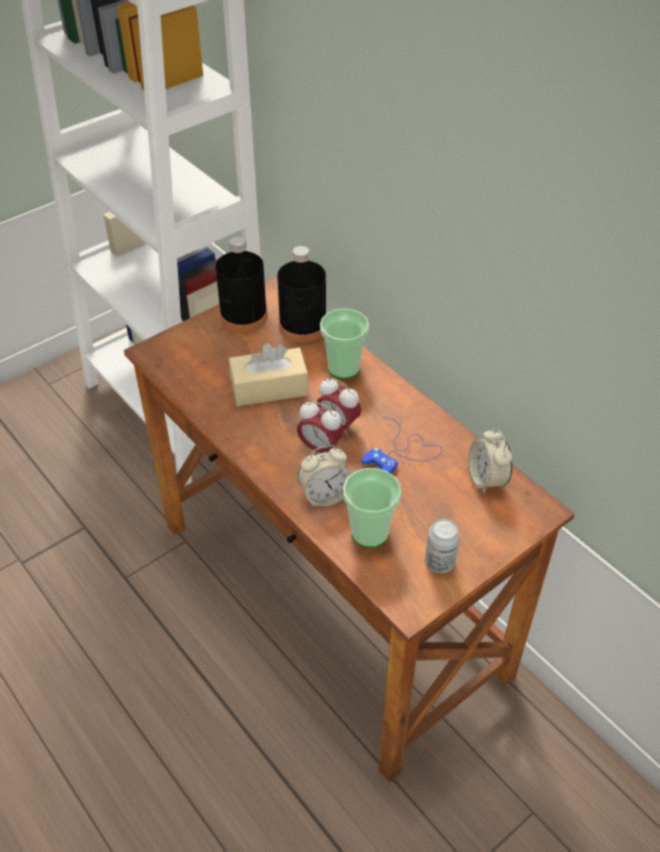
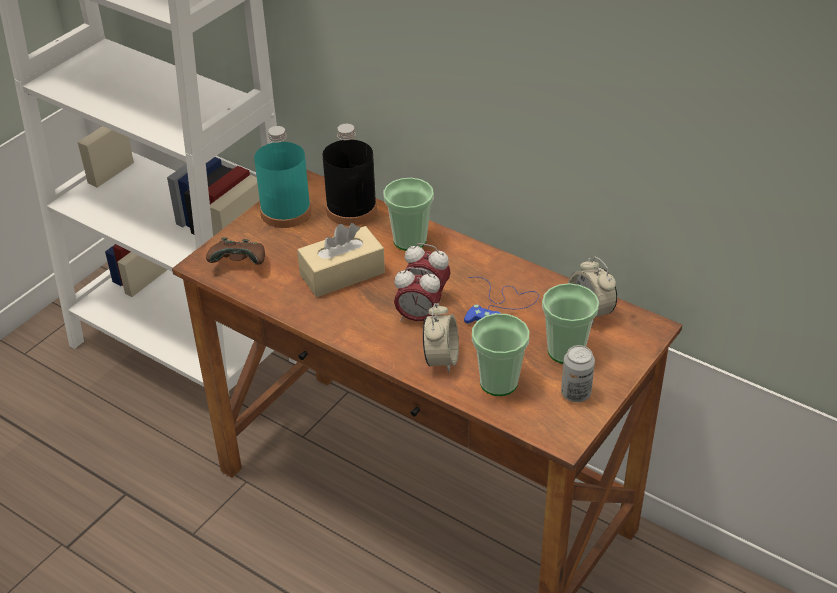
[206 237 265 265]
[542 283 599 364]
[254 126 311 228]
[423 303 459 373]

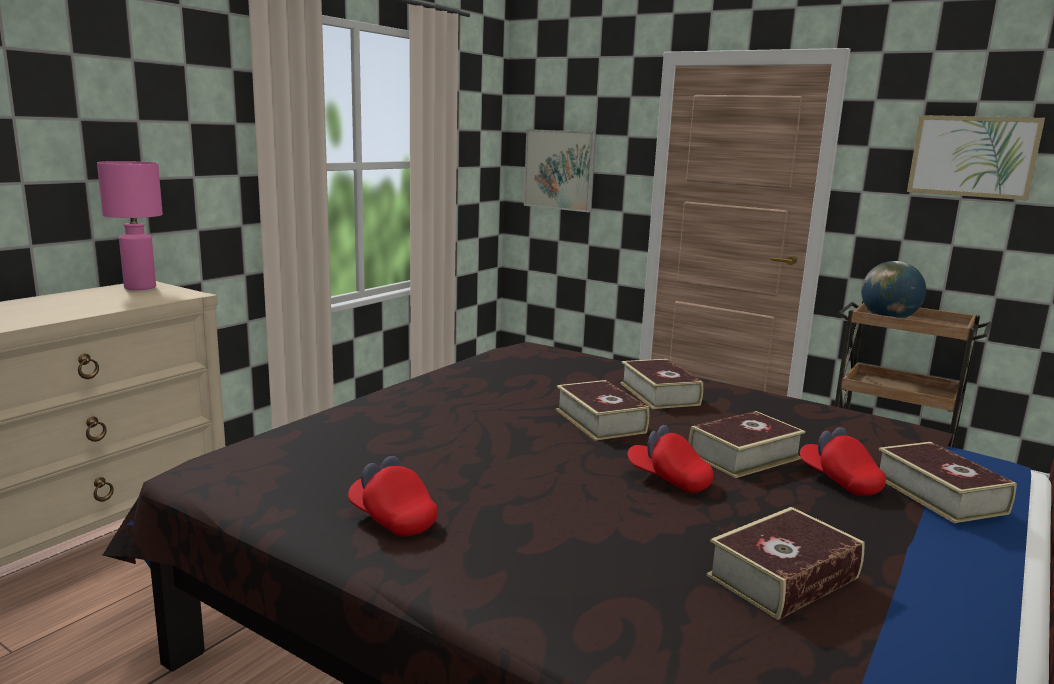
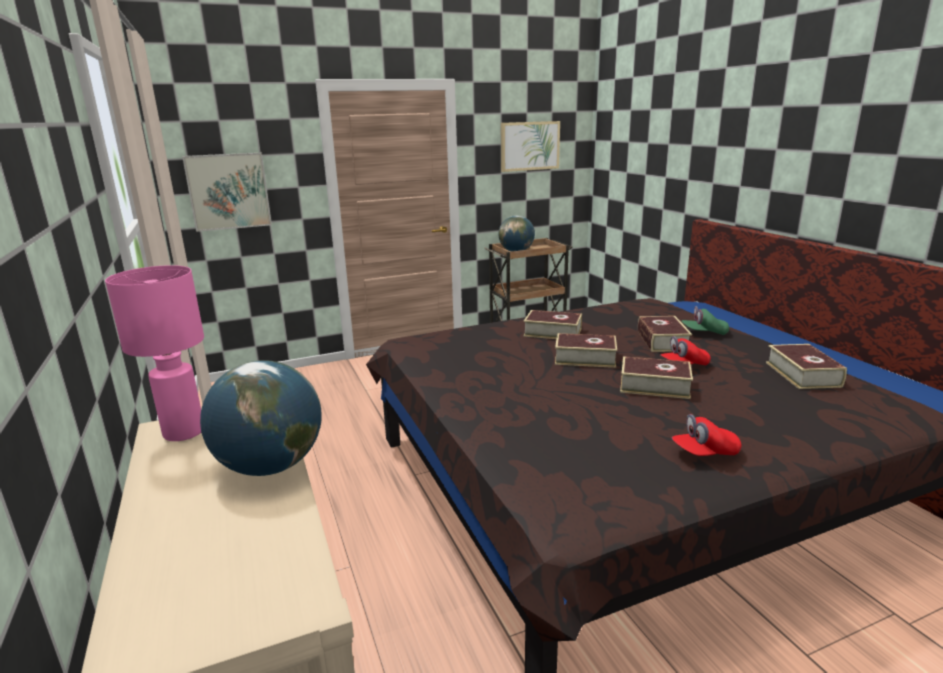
[200 360 321 476]
[620 356 693 399]
[682 306 729 335]

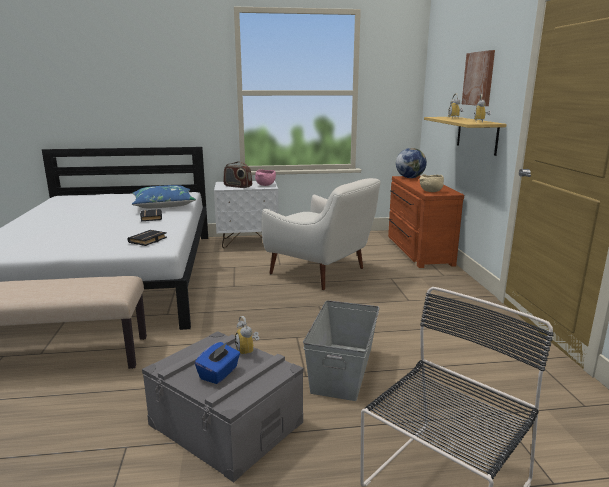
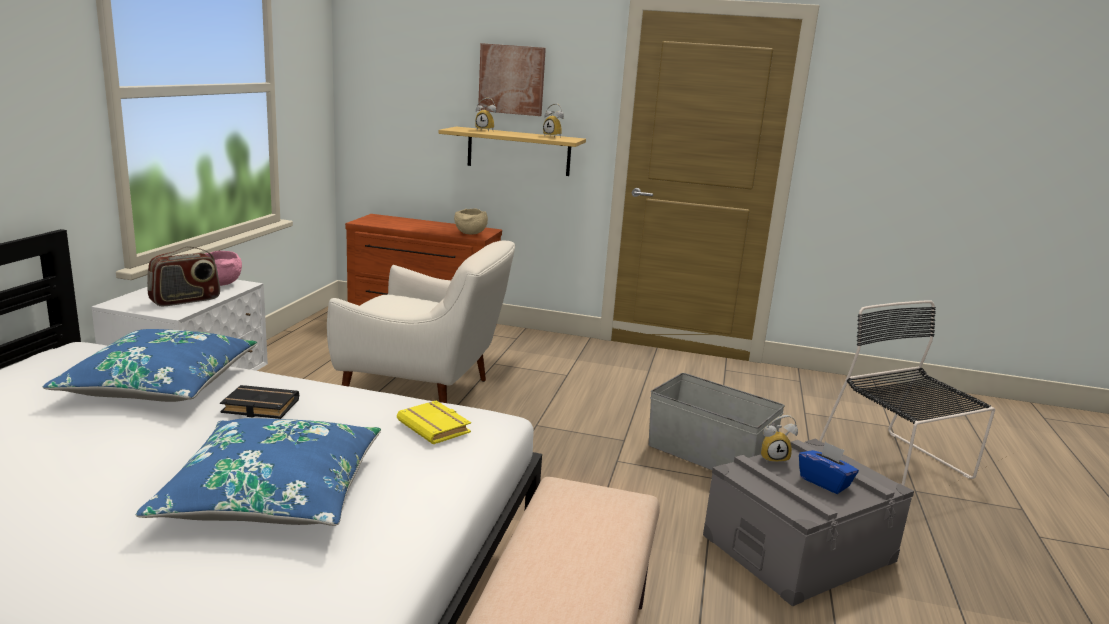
[396 148 427 178] (first image)
[135 418 381 526]
[397 401 471 444]
[327 241 515 403]

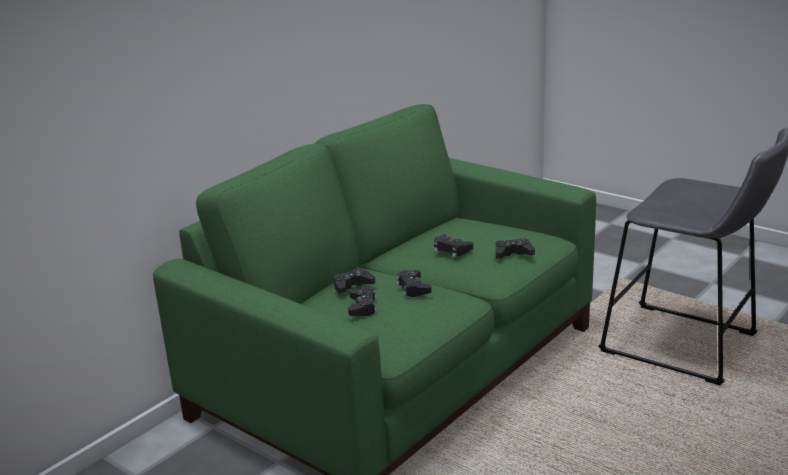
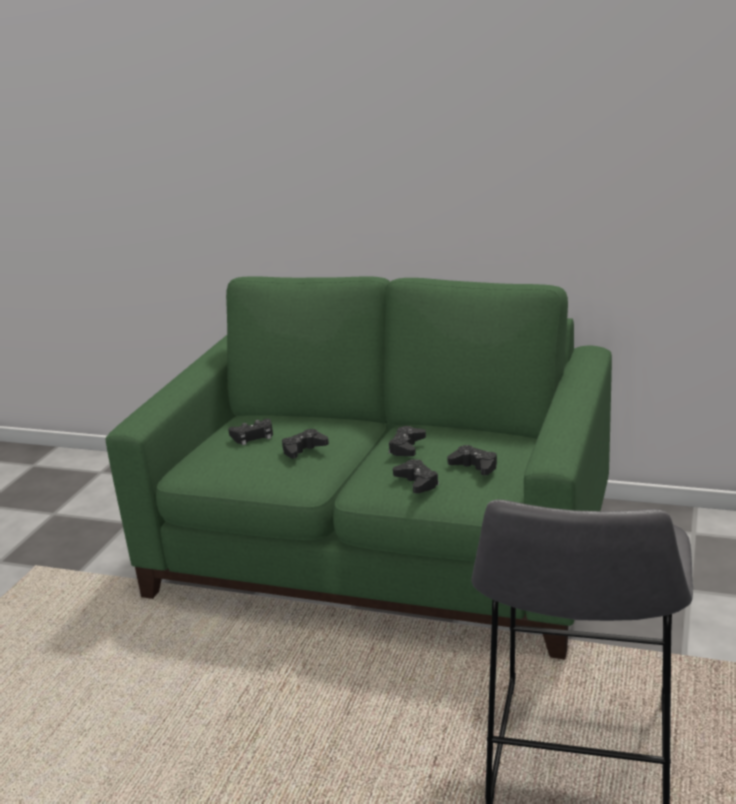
[447 445 497 475]

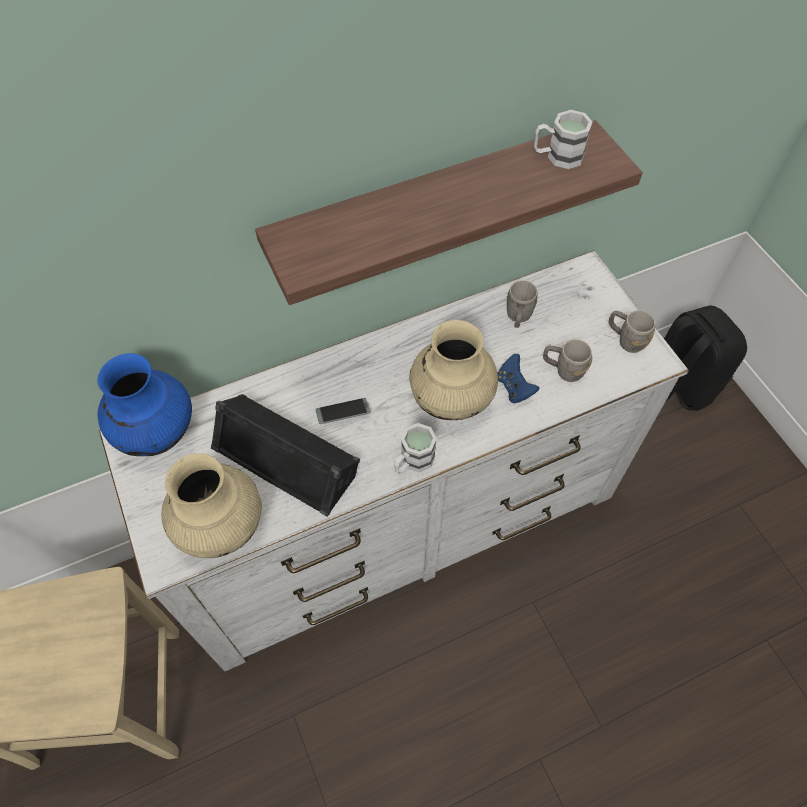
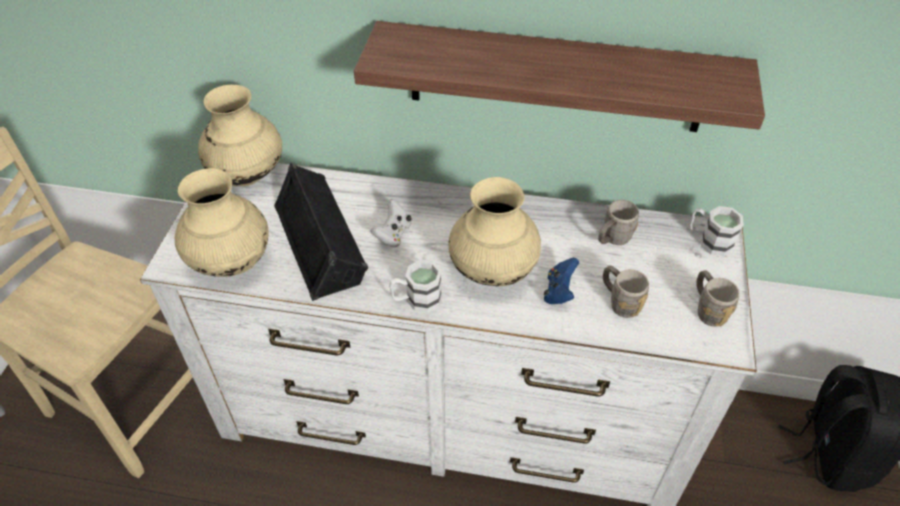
[690 206 744 256]
[371 199 412 247]
[198 85 282 186]

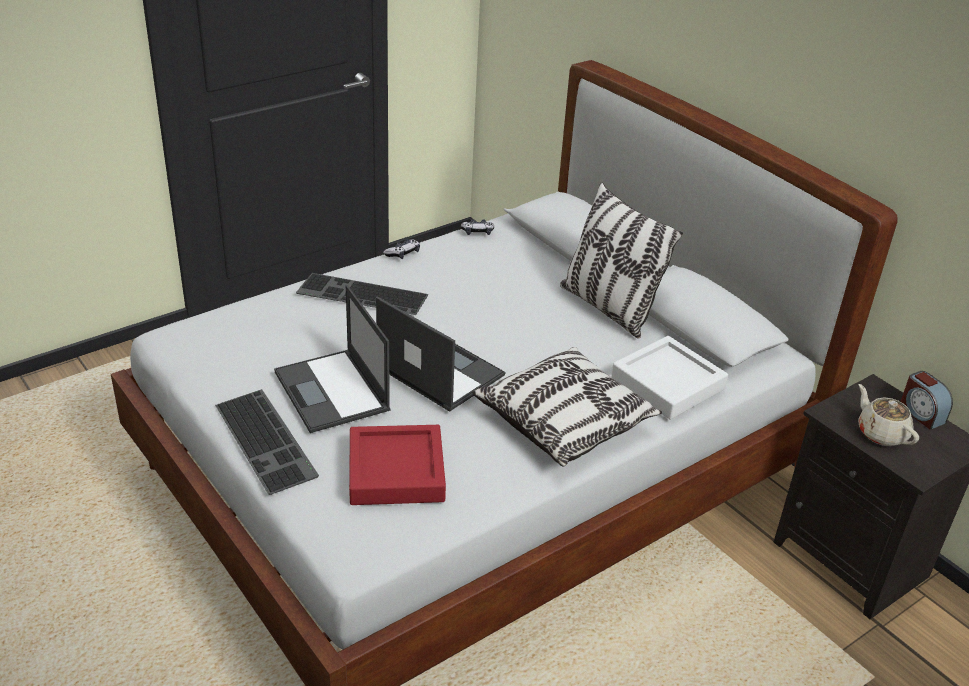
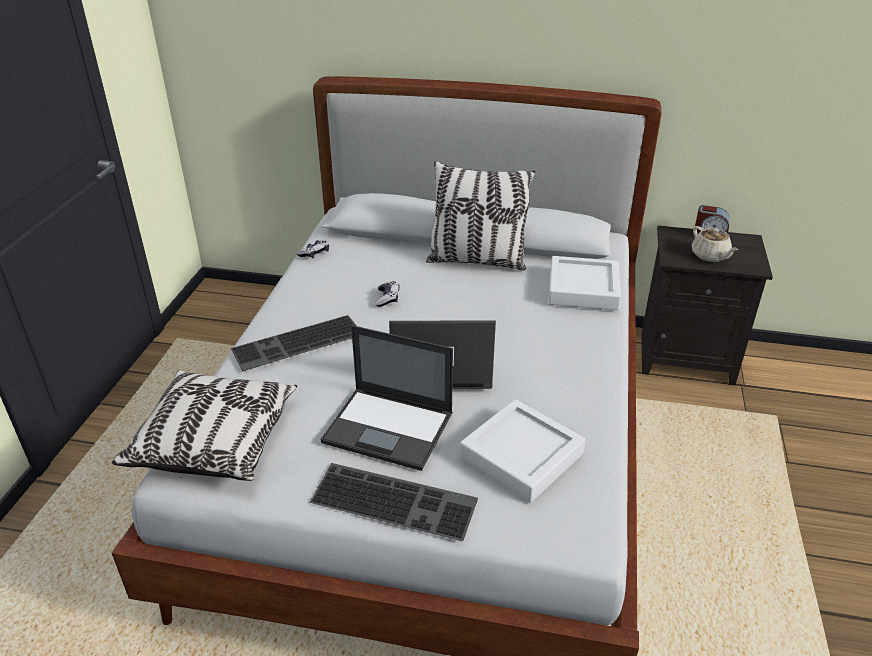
[375 281 400 307]
[112 370 297 481]
[460 399 585 503]
[692 226 738 262]

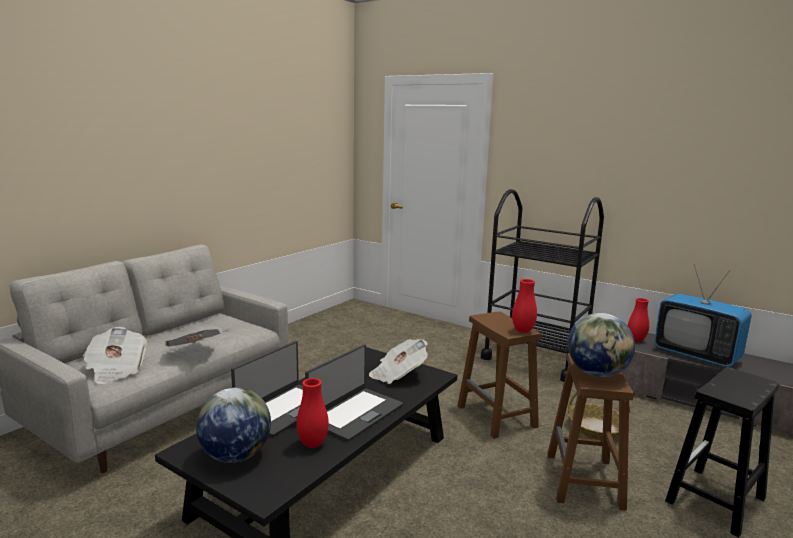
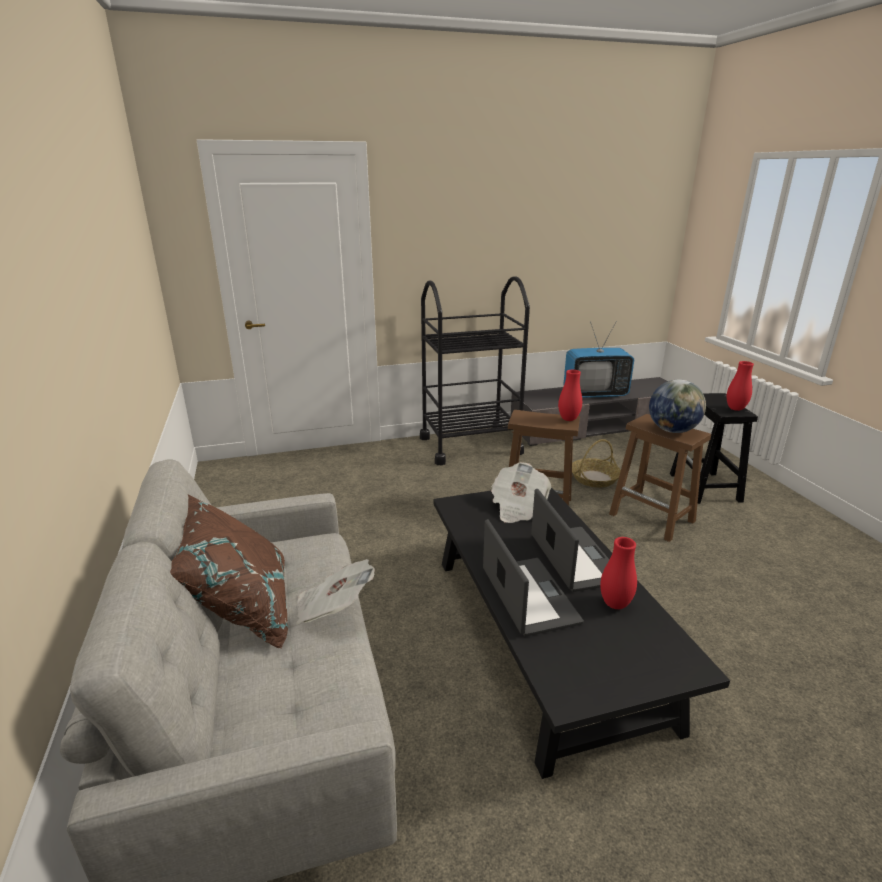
[83 327 148 384] (first image)
[196 387 271 463] (first image)
[170 495 288 649]
[727 361 754 411]

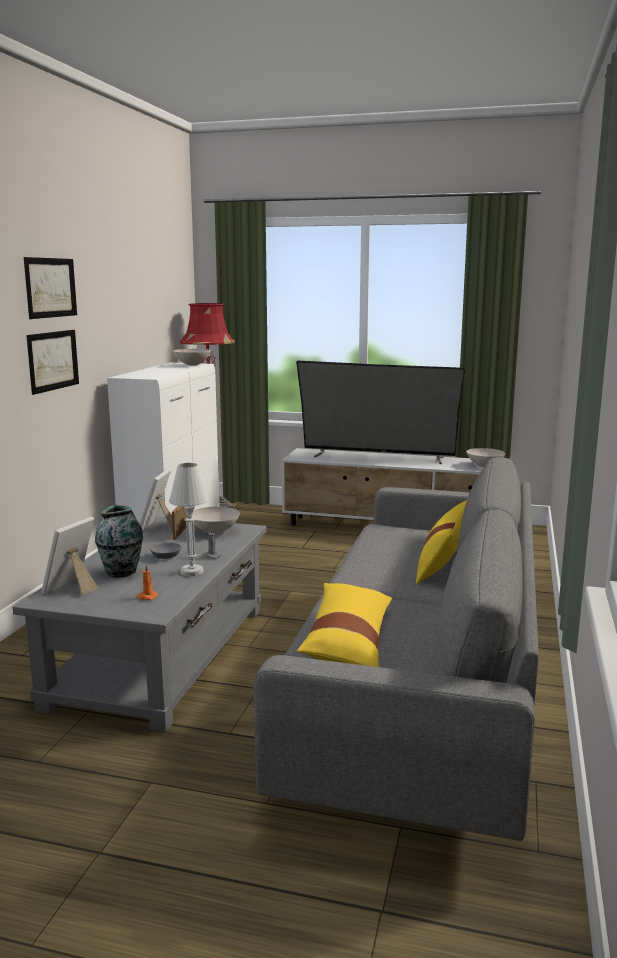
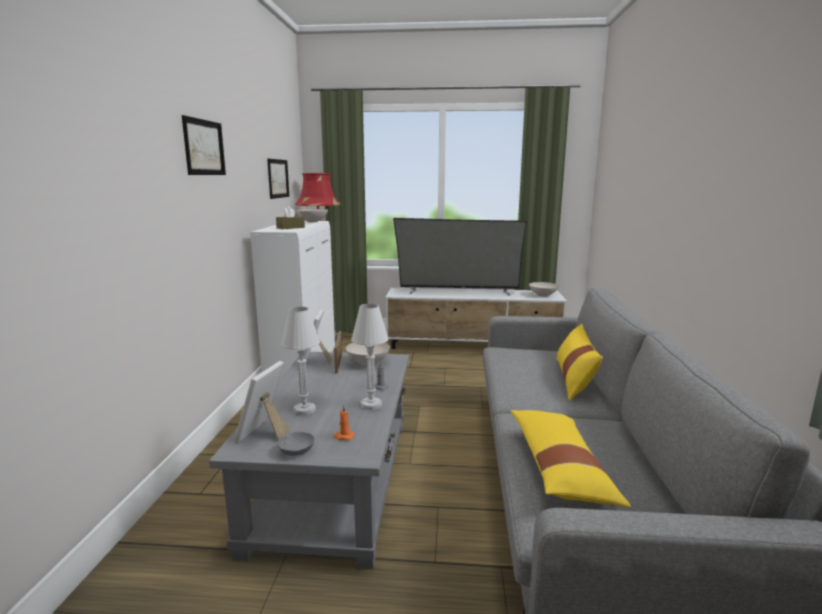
[276 206 305 229]
[267 159 289 199]
[278 432 315 456]
[281 307 320 415]

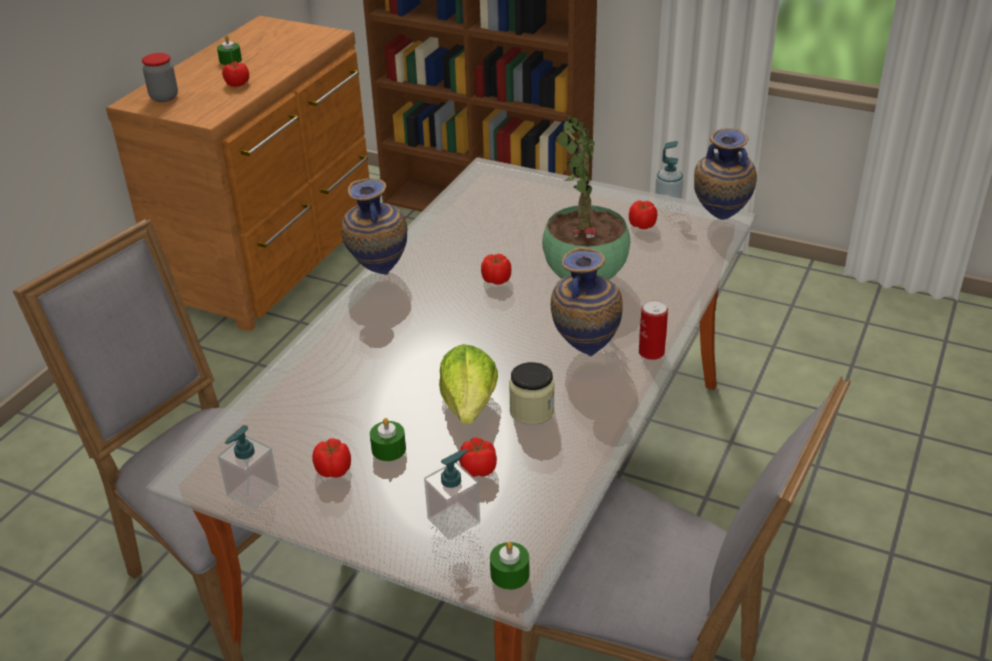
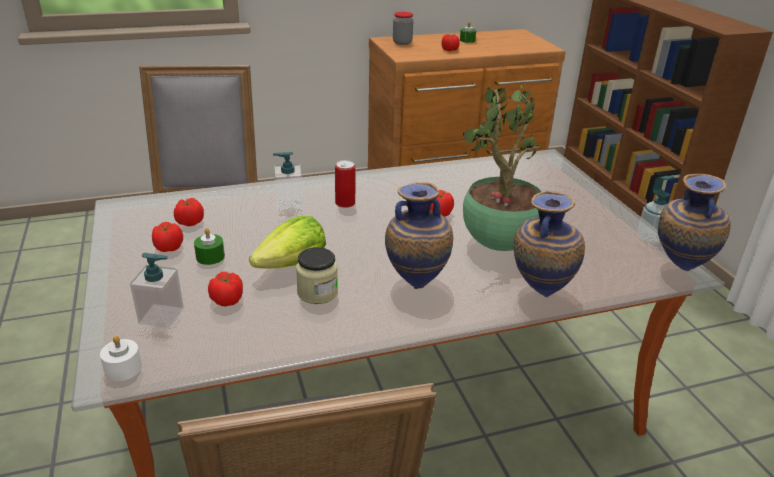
[273 152 303 210]
[514 191 585 298]
[174 198 204 226]
[335 160 356 208]
[100 335 142 381]

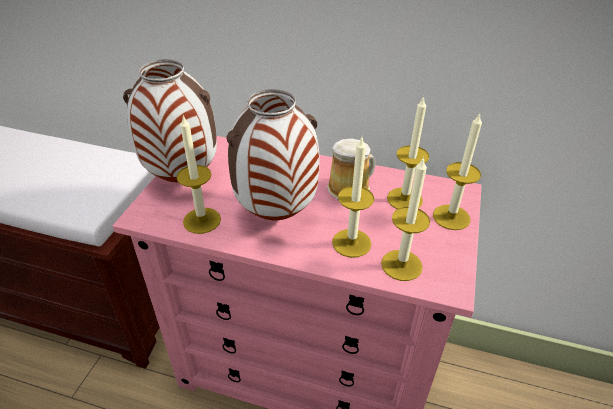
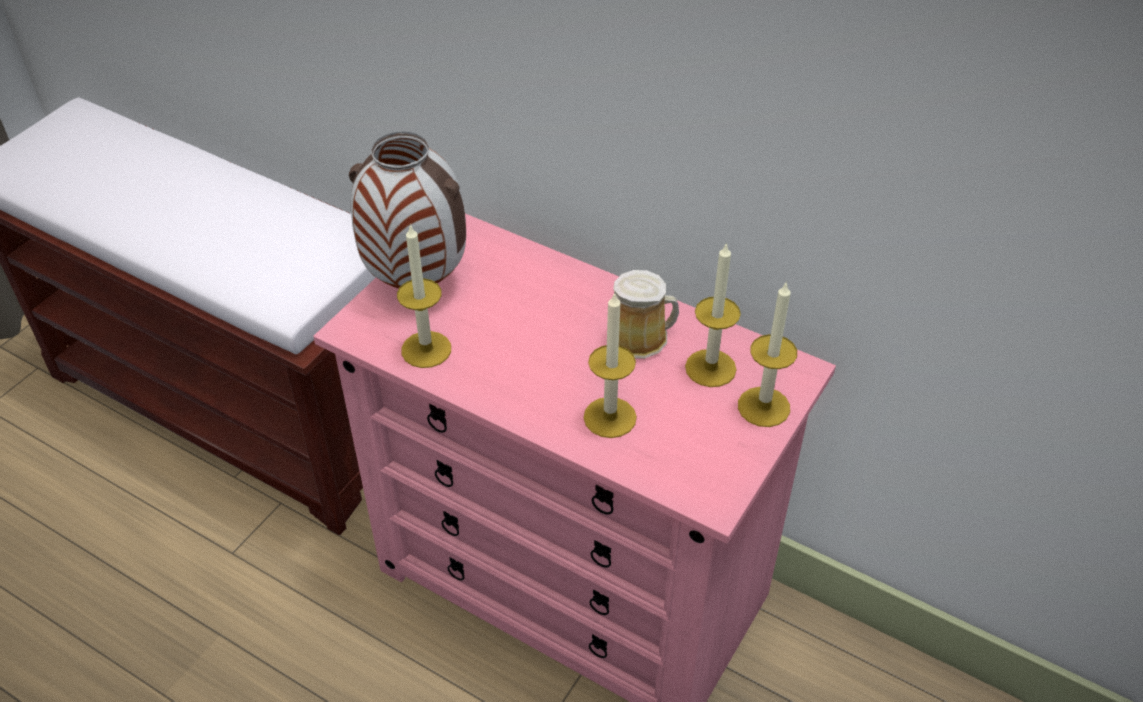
[226 89 320 220] (first image)
[381 157 430 281] (first image)

